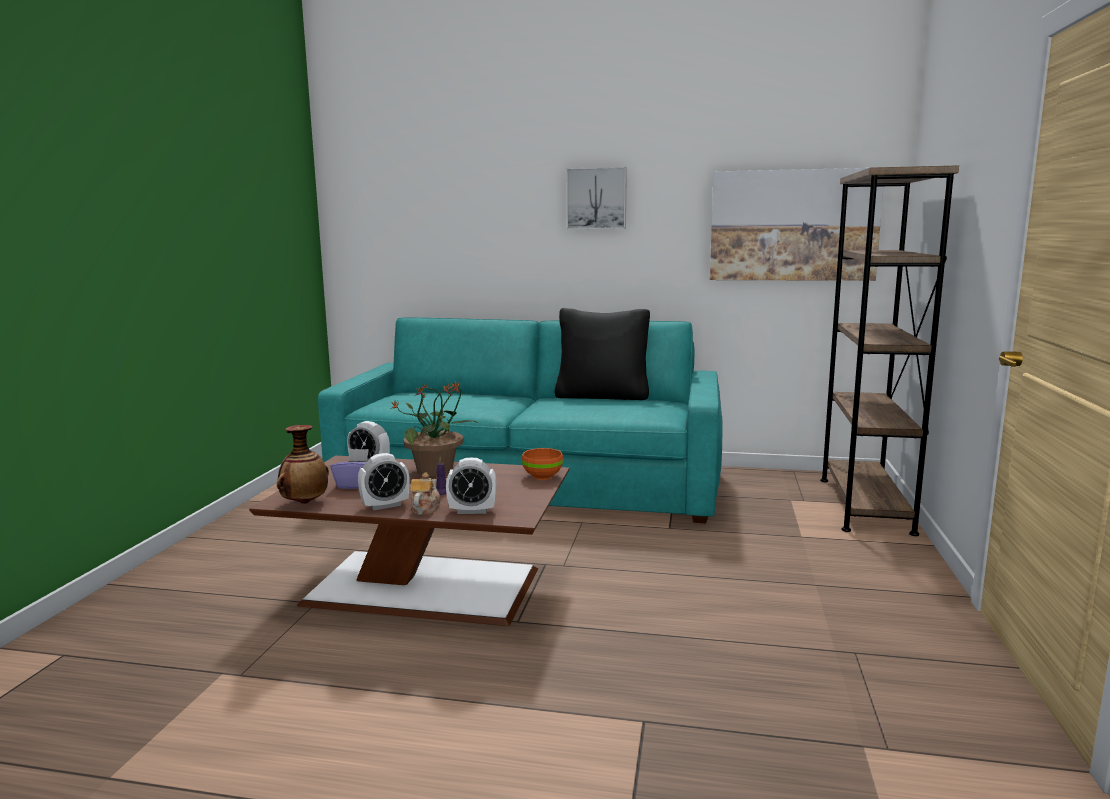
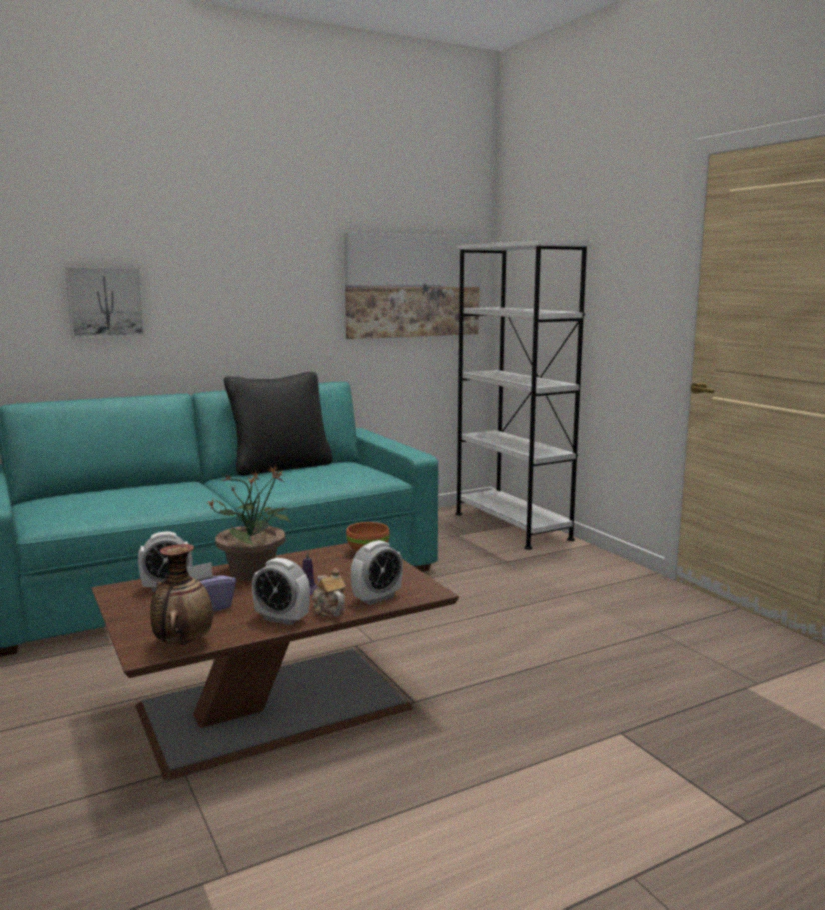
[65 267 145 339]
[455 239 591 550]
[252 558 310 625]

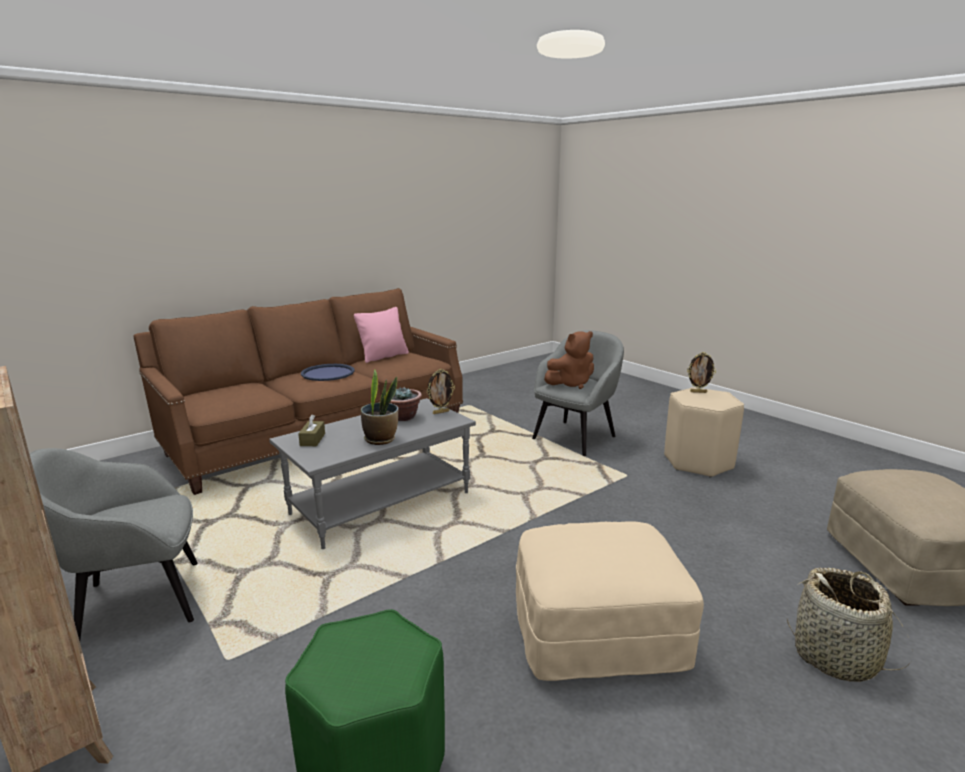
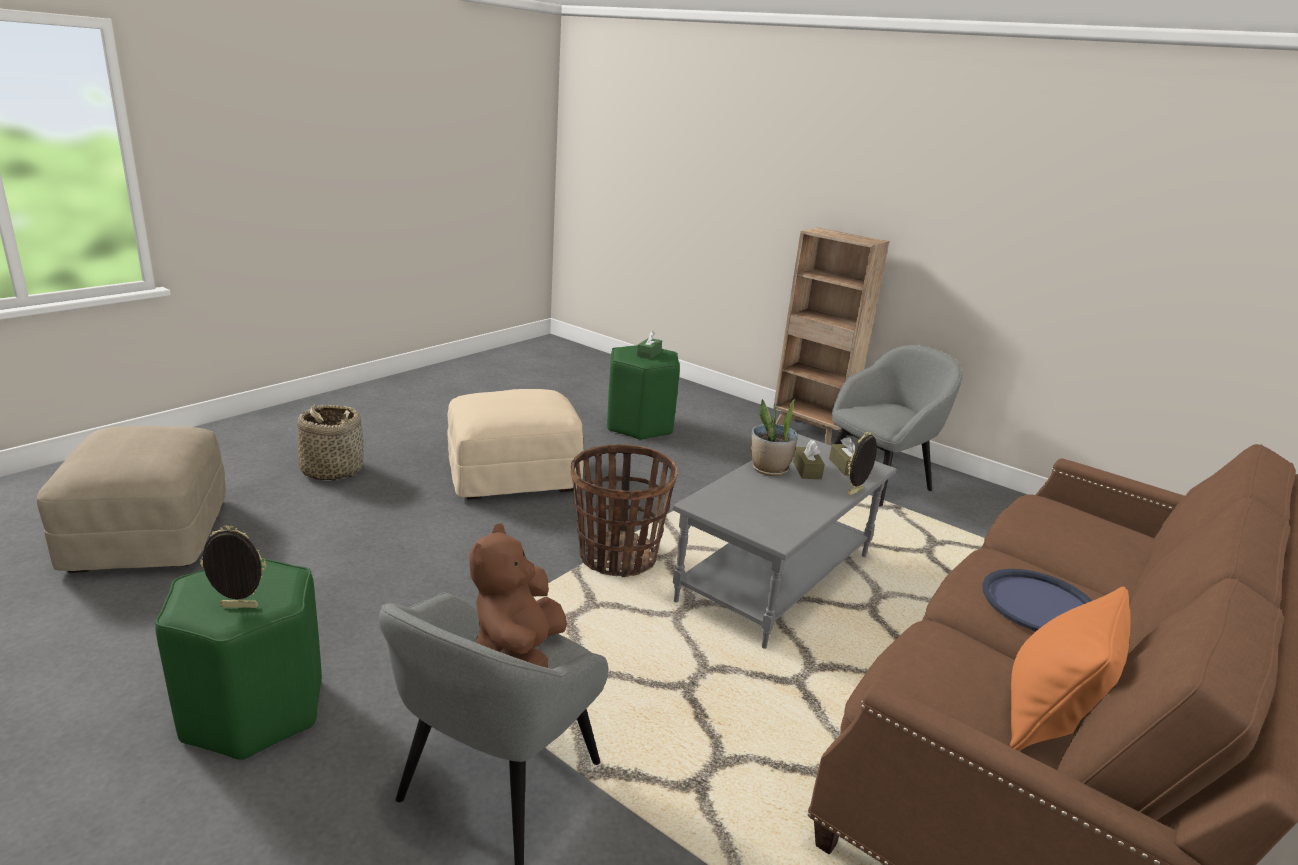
[390 387 422 421] (first image)
[571 444 678 577]
[637 331 662 359]
[793 440 825 479]
[847 432 877 495]
[1010 587 1131 751]
[155 557 322 760]
[469 523 567 668]

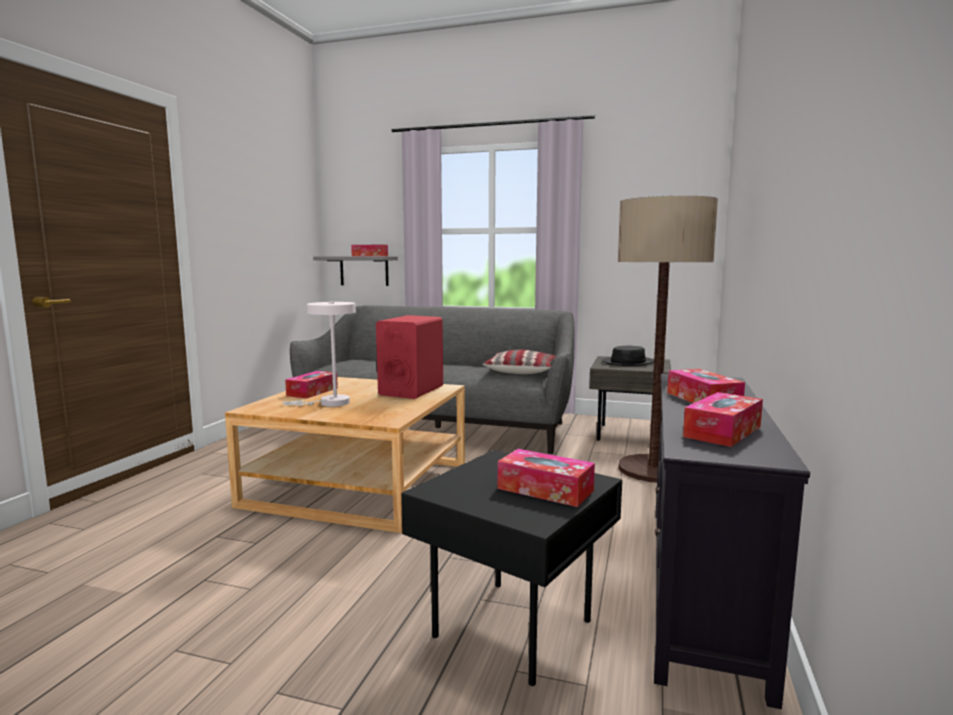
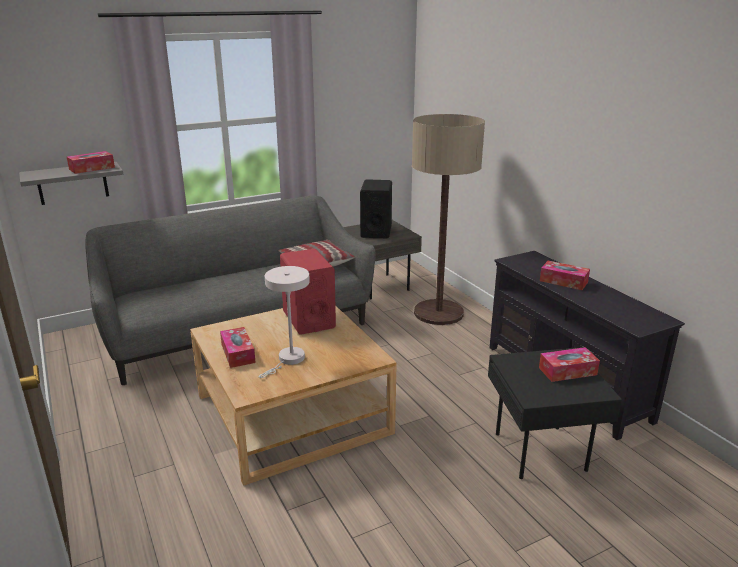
[683 392 763 447] (first image)
[360 179 392 239]

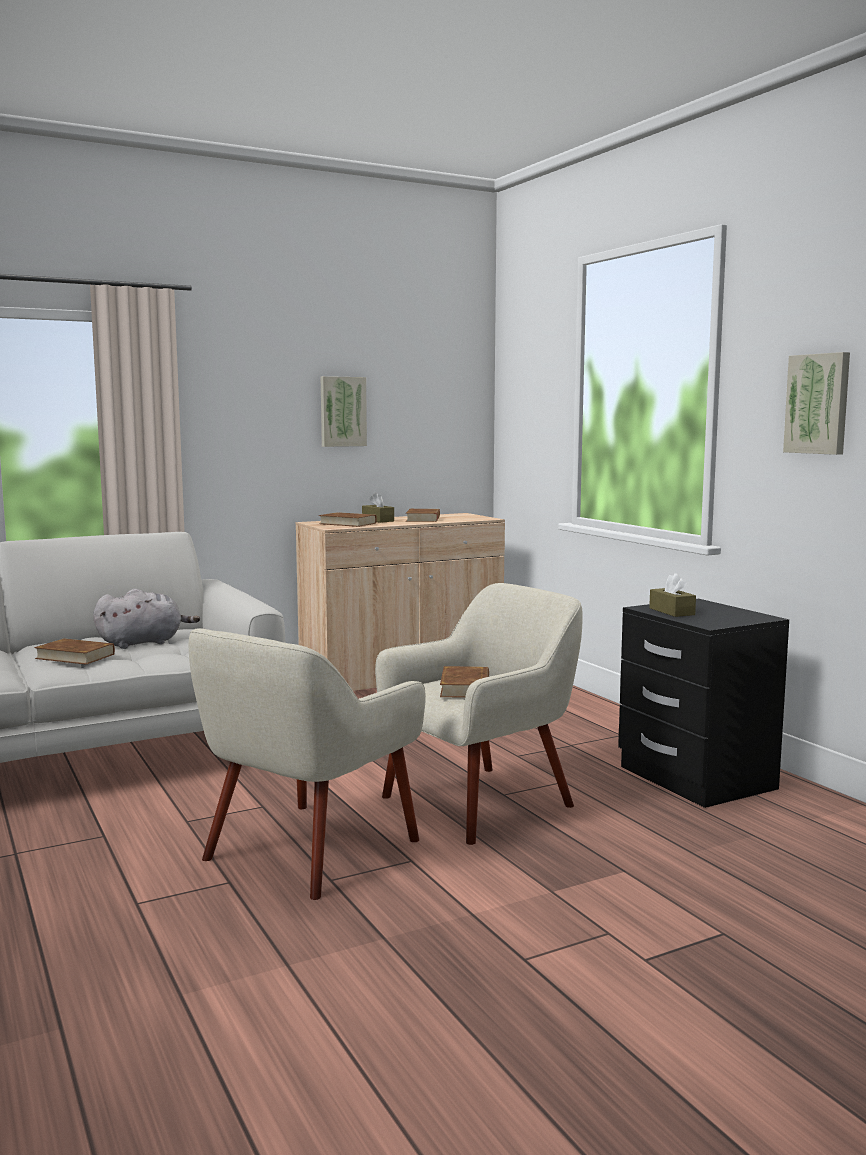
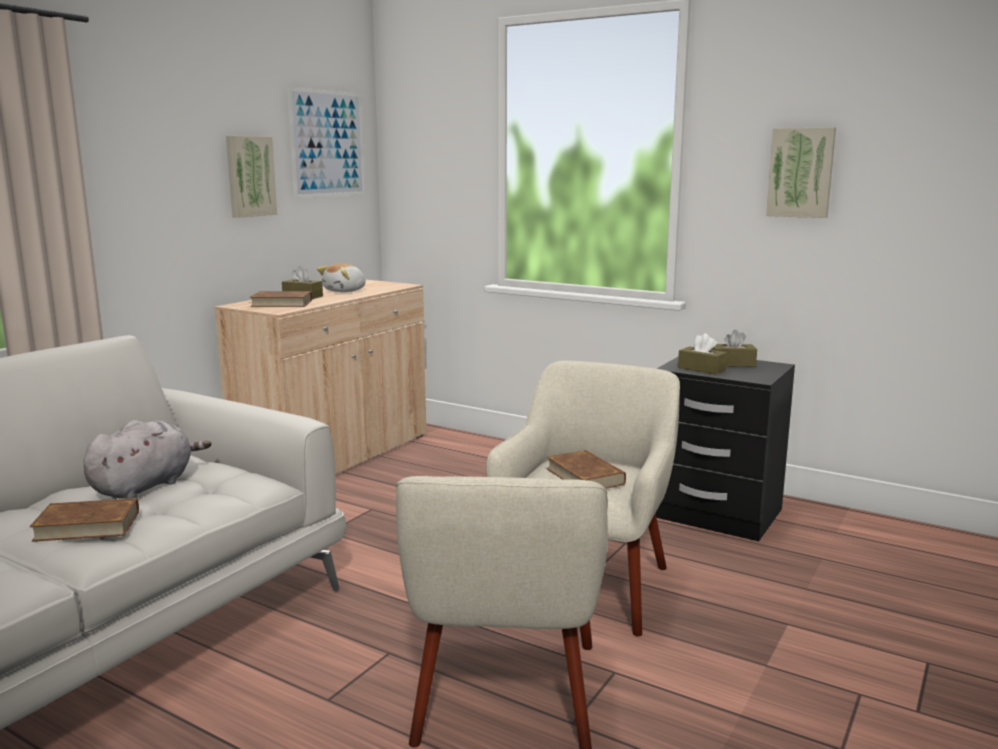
[287 87 365 198]
[711 330 757 367]
[317 263 366 292]

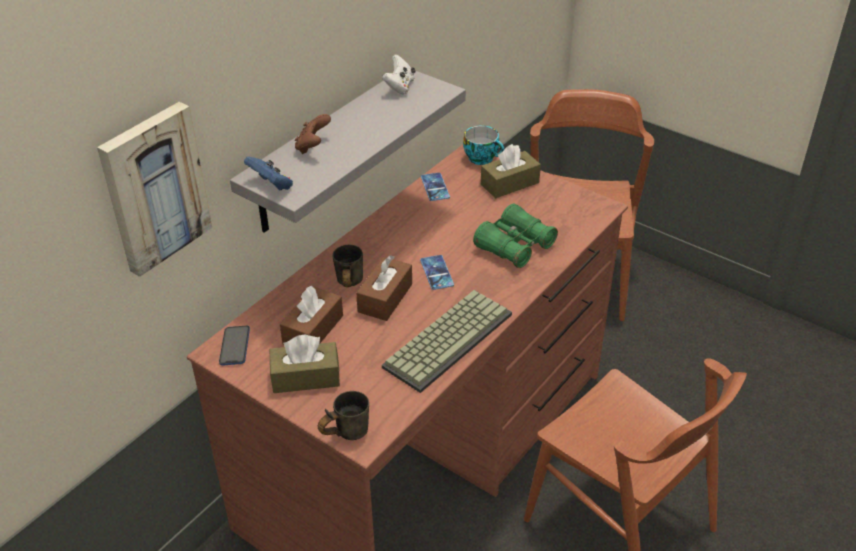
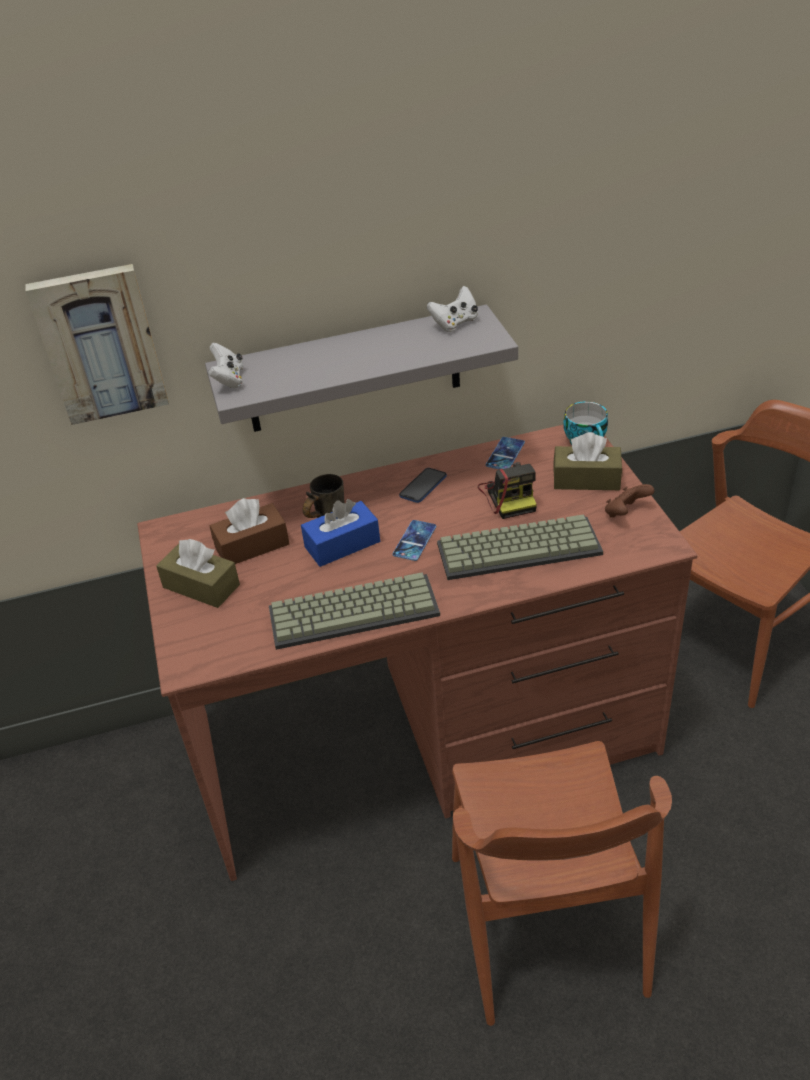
[318 391 369 440] (first image)
[478 462 537 519]
[399 468 447 503]
[605 484 654 517]
[437 514 603 580]
[208 343 243 388]
[301 499 380 567]

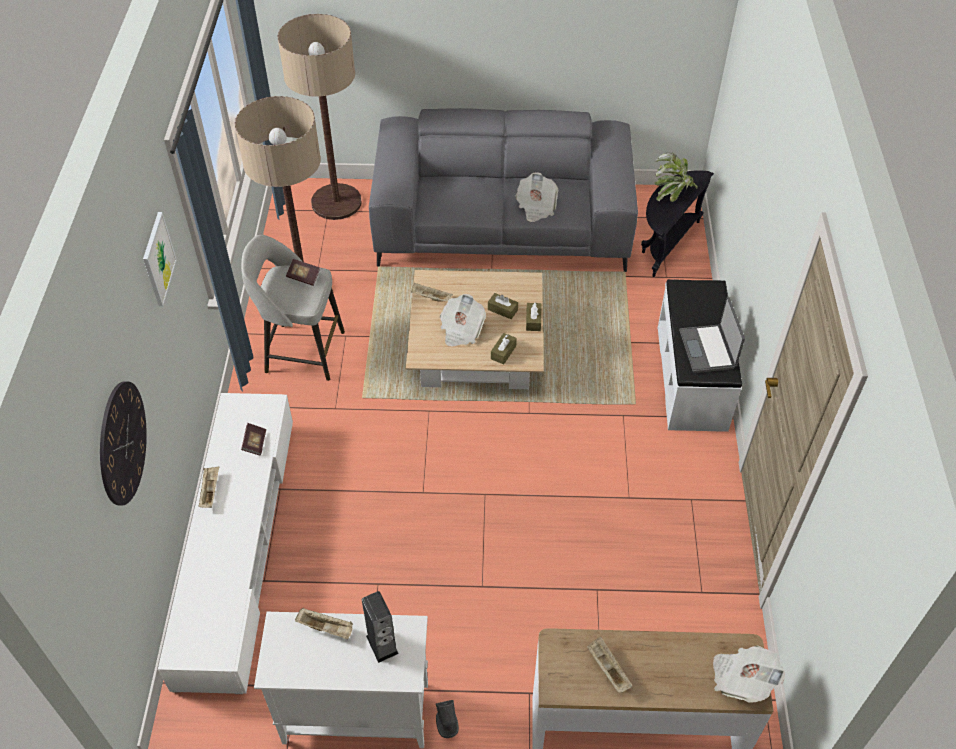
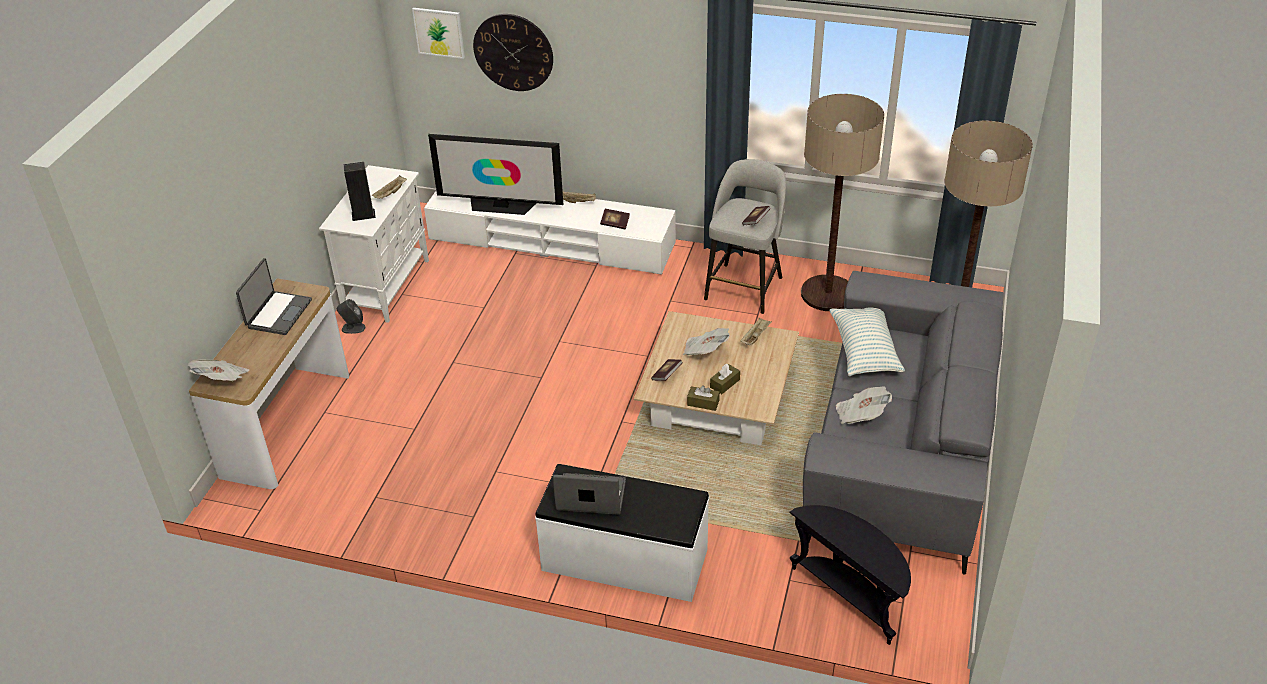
[655 152 698 202] (first image)
[428 134 563 215]
[830 308 905 376]
[412 8 465 59]
[651 359 683 381]
[236 258 312 335]

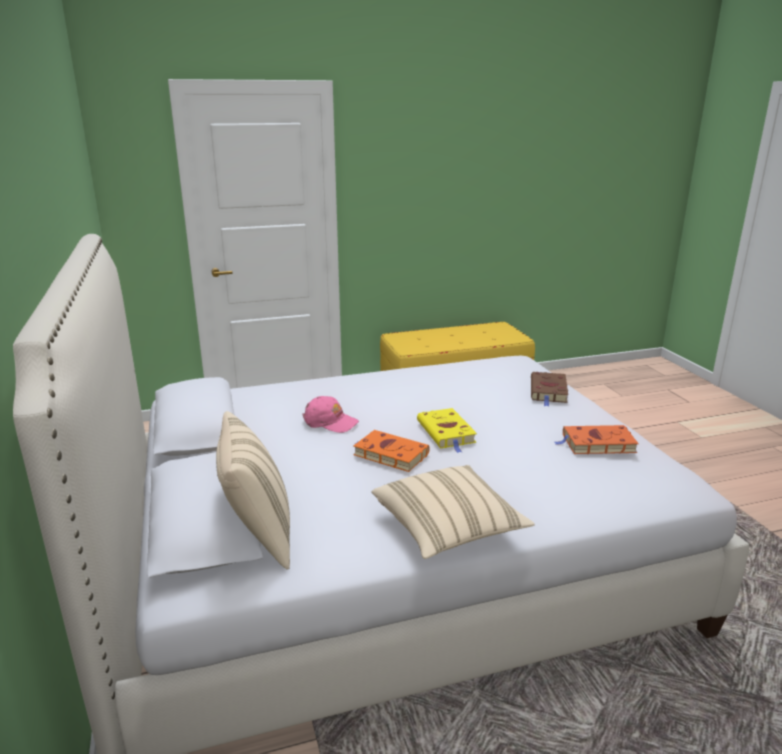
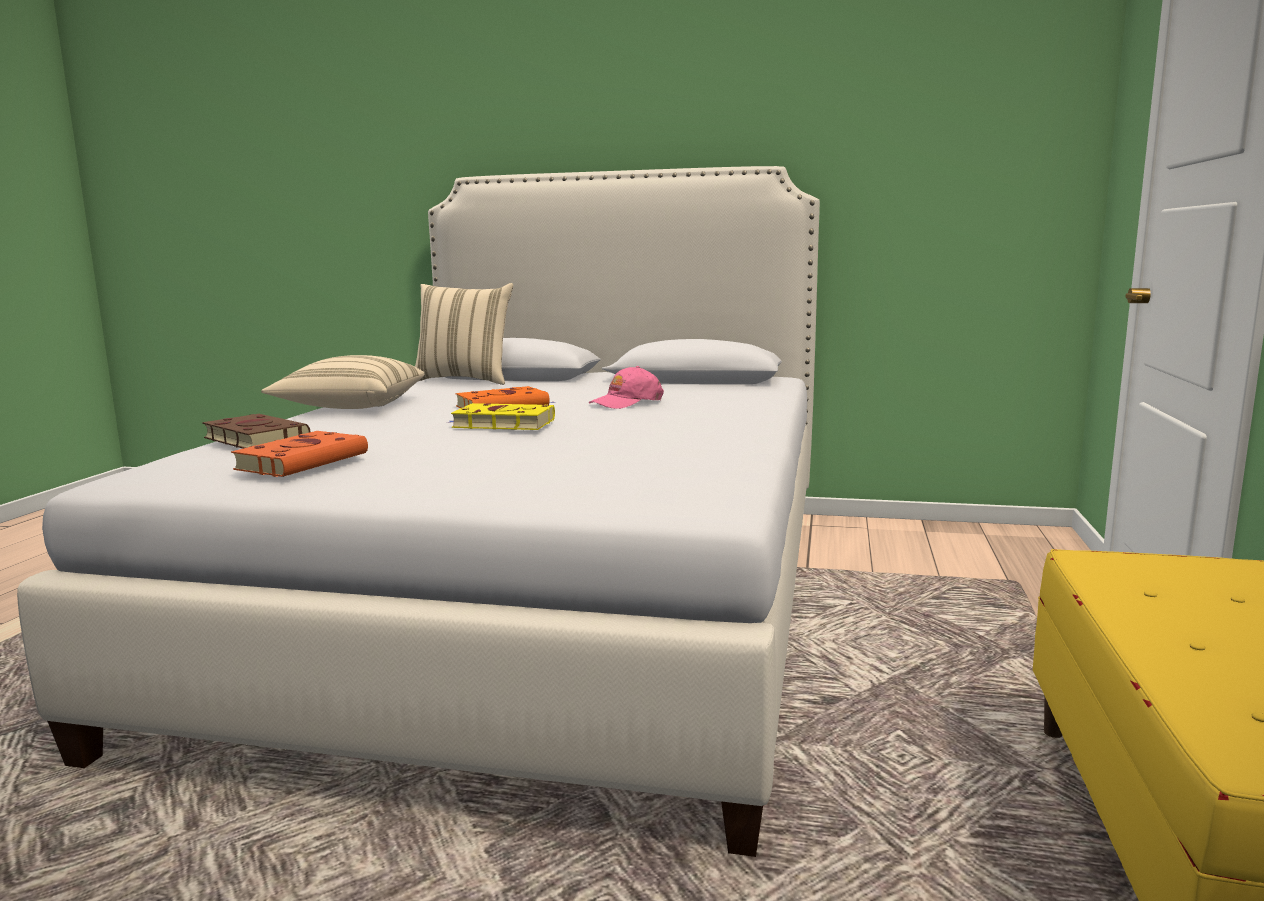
[202 414 311 449]

